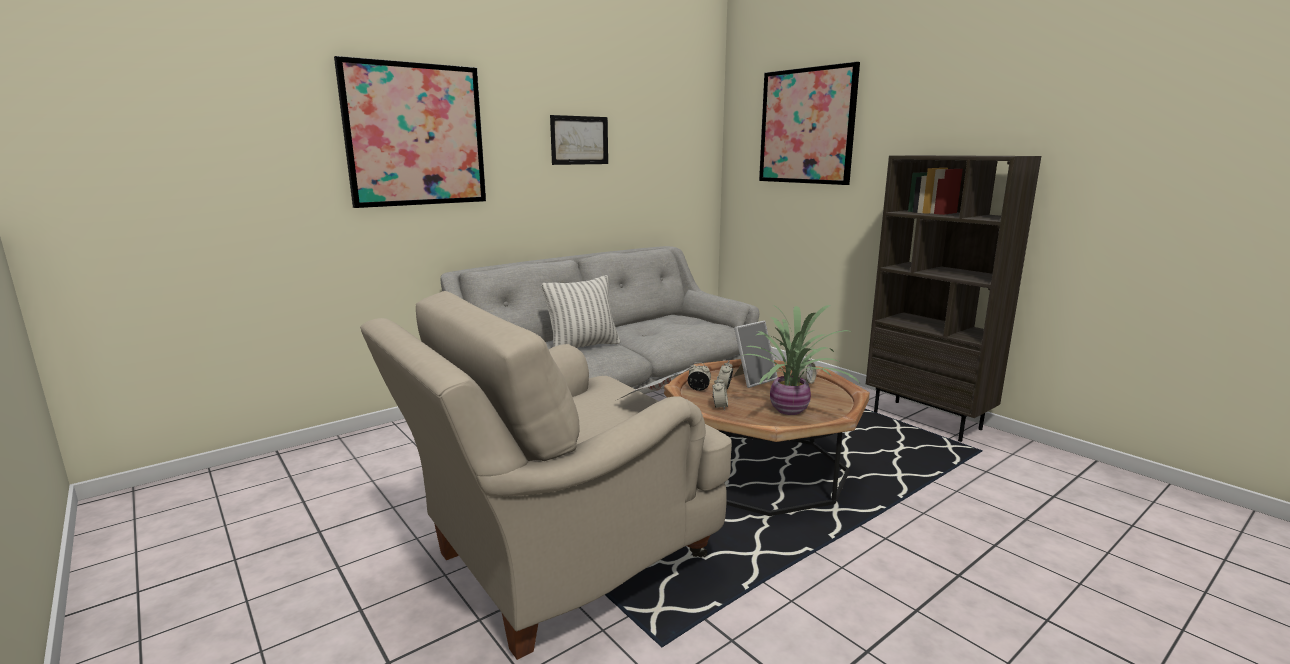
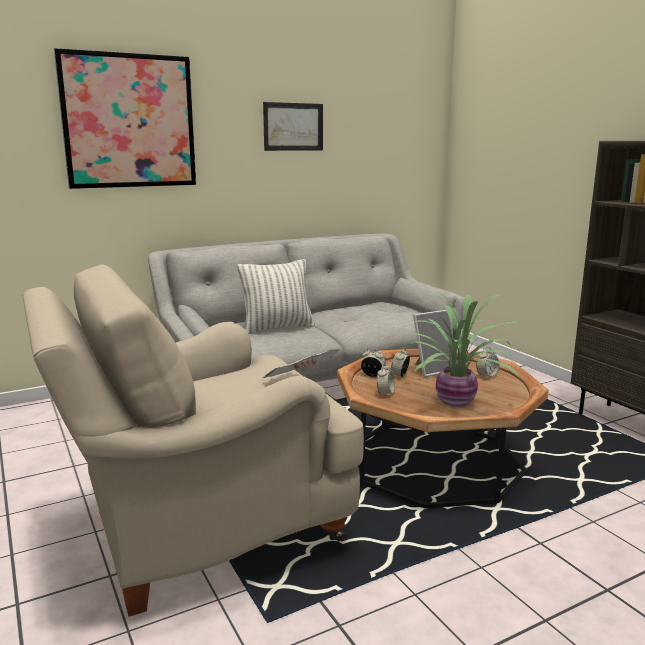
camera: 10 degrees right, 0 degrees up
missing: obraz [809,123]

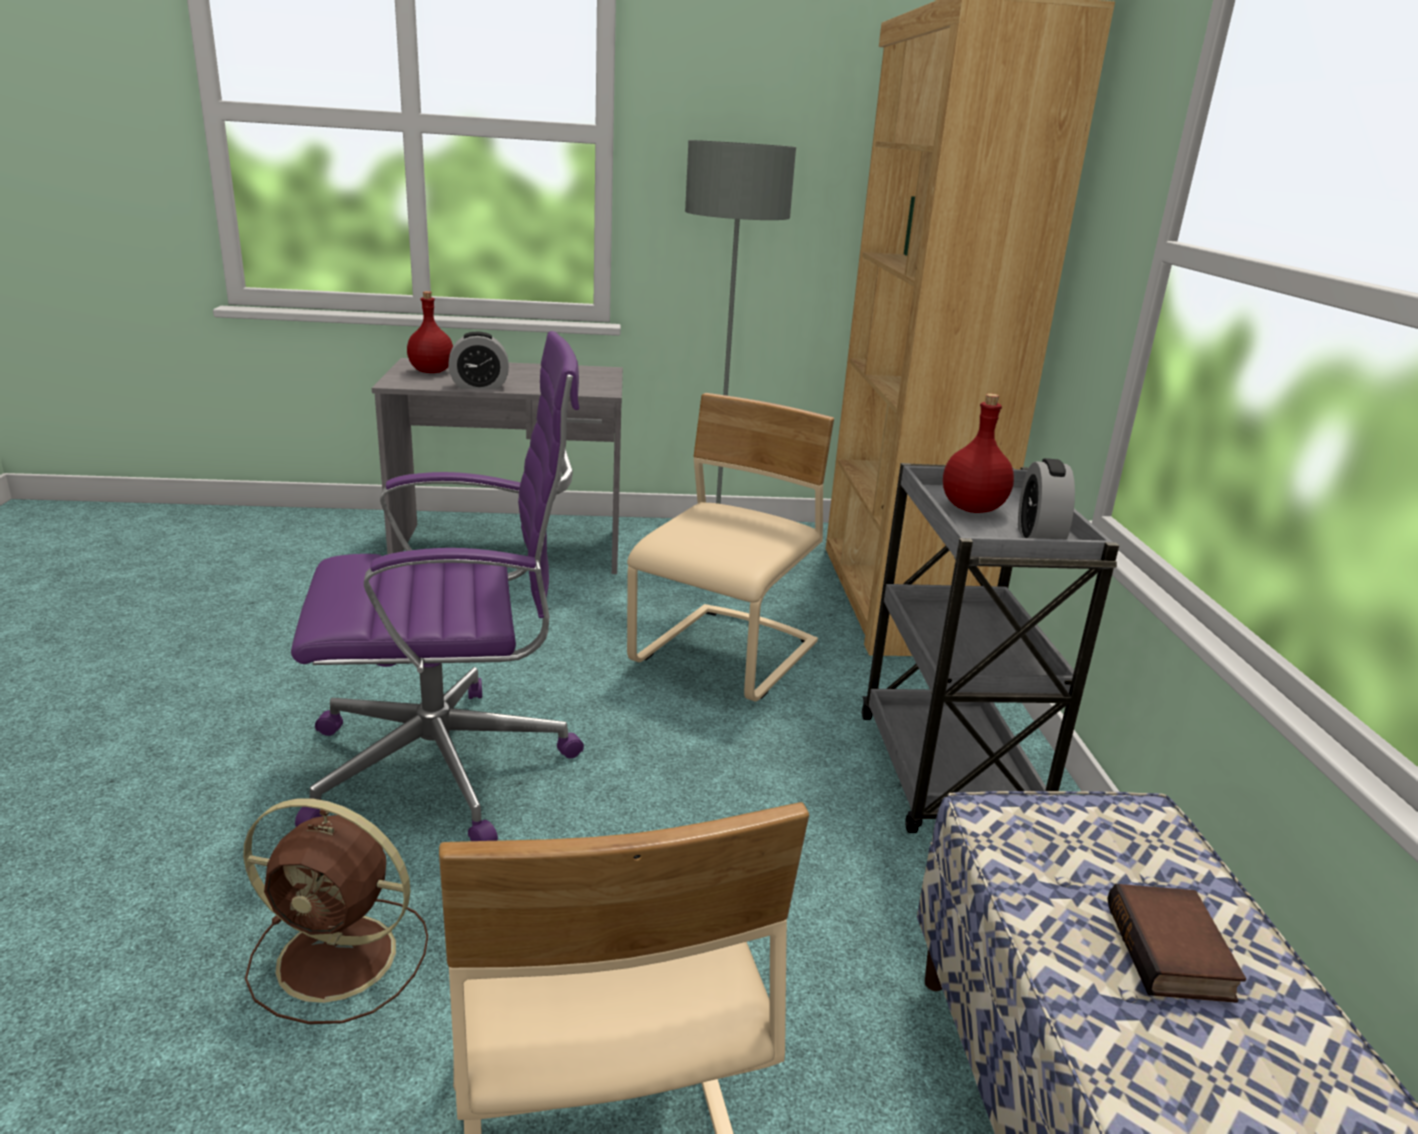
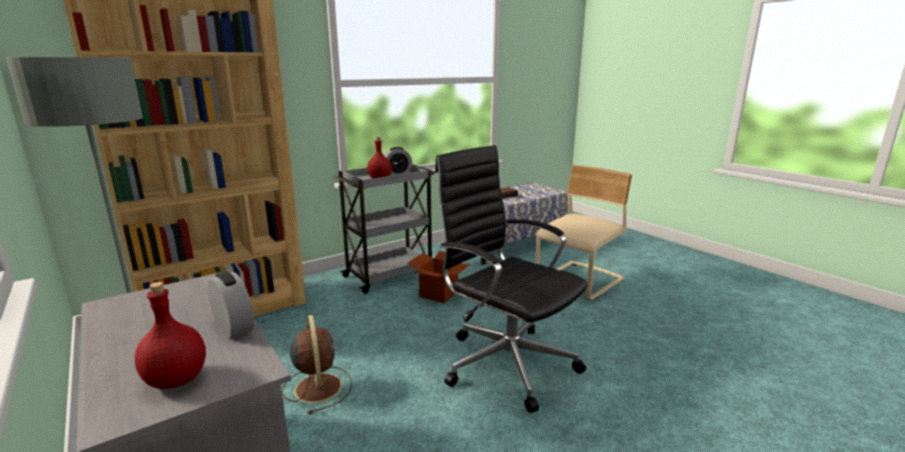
camera: 120 degrees left, 5 degrees down
missing: krzesło/beżowy [730,547]
appeared: karton [438,277]
relocated: wentylator/brązowy [335,911] to [317,364]
colour: krzesło biurowe/fioletowy [437,586] to krzesło biurowe/czarny [511,279]

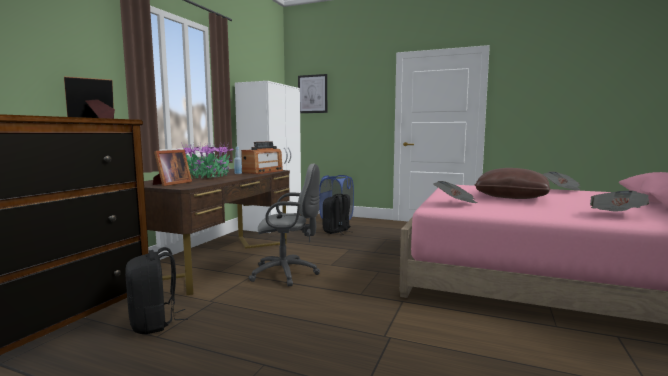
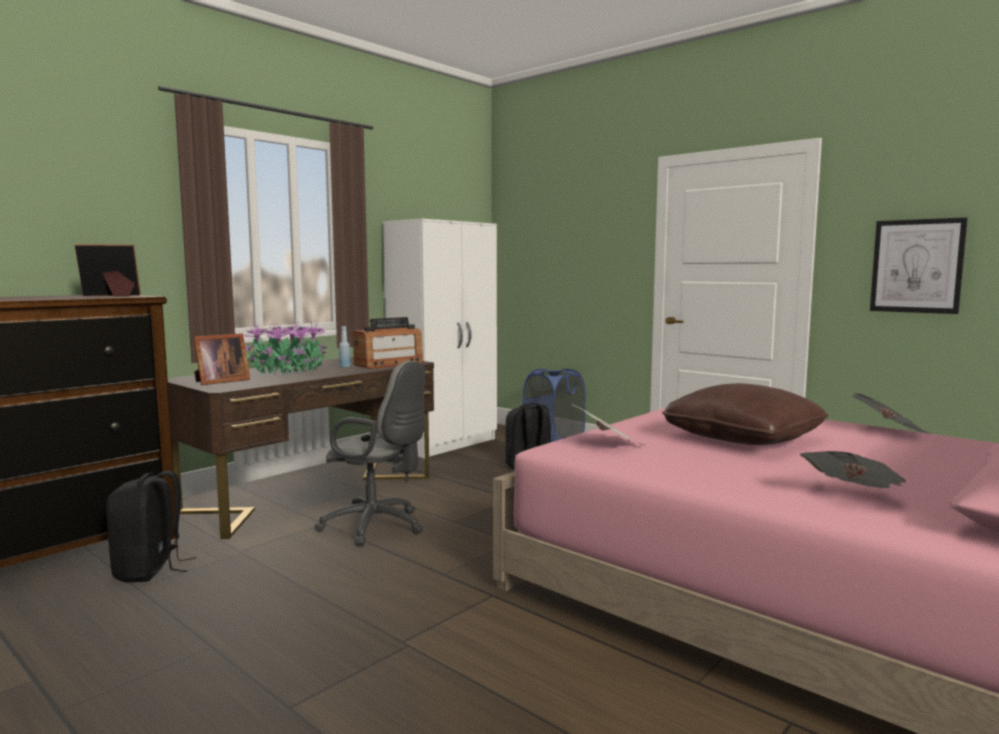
camera: 20 degrees right, 0 degrees up
relocated: obraz [312,93] to [919,265]

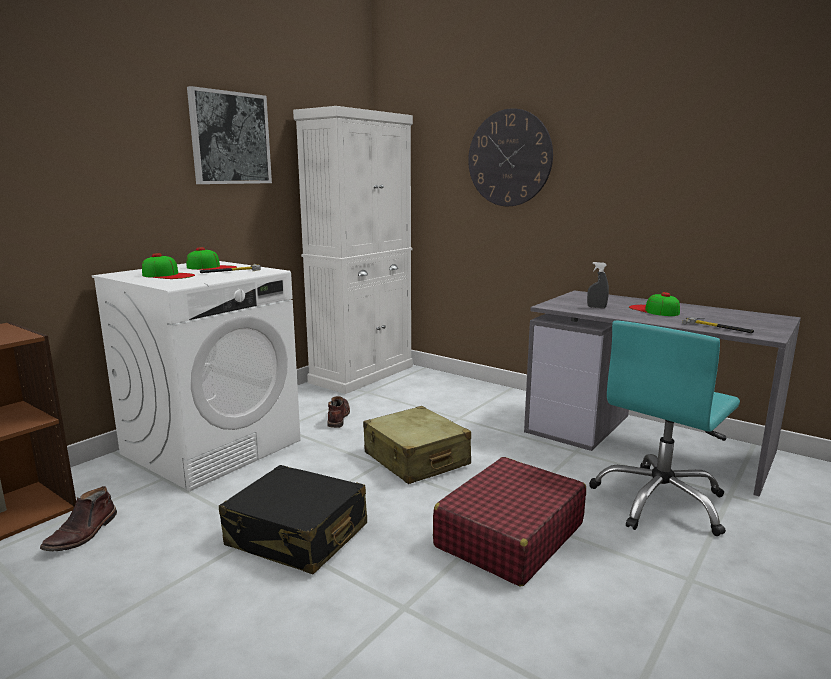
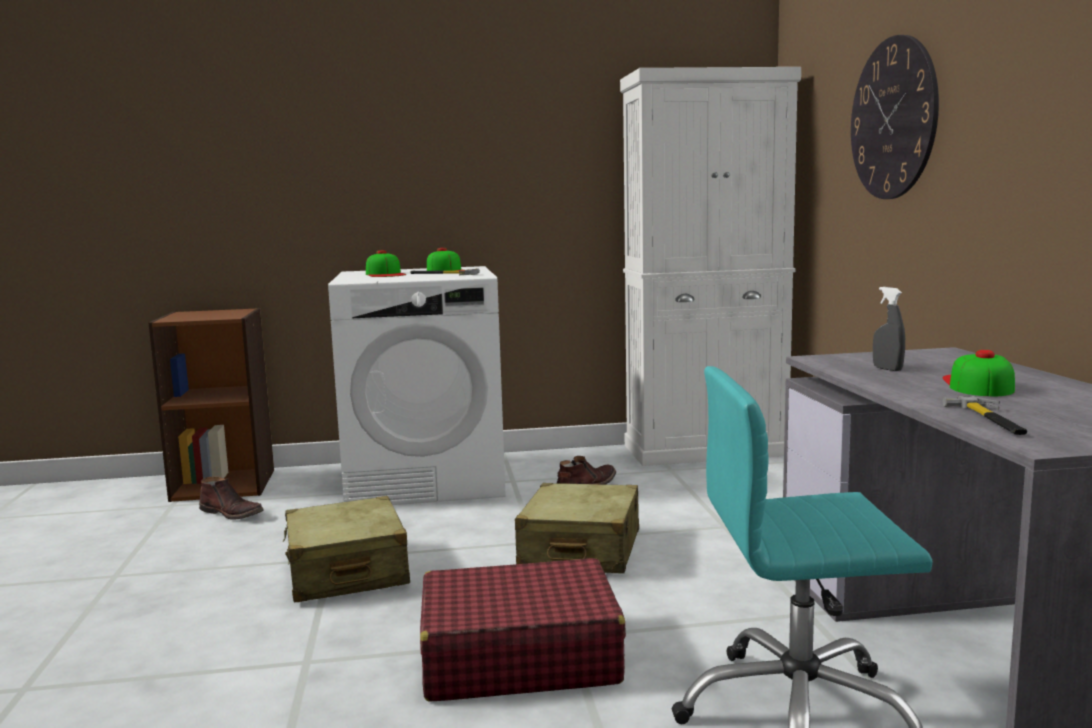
camera: 45 degrees right, 5 degrees down
missing: obraz [229,135]
colour: walizka/czarny [293,519] to walizka/beżowy [346,549]
spun: but z cholewką/brązowy [78,518] = [231,498] 120 degrees counterclockwise

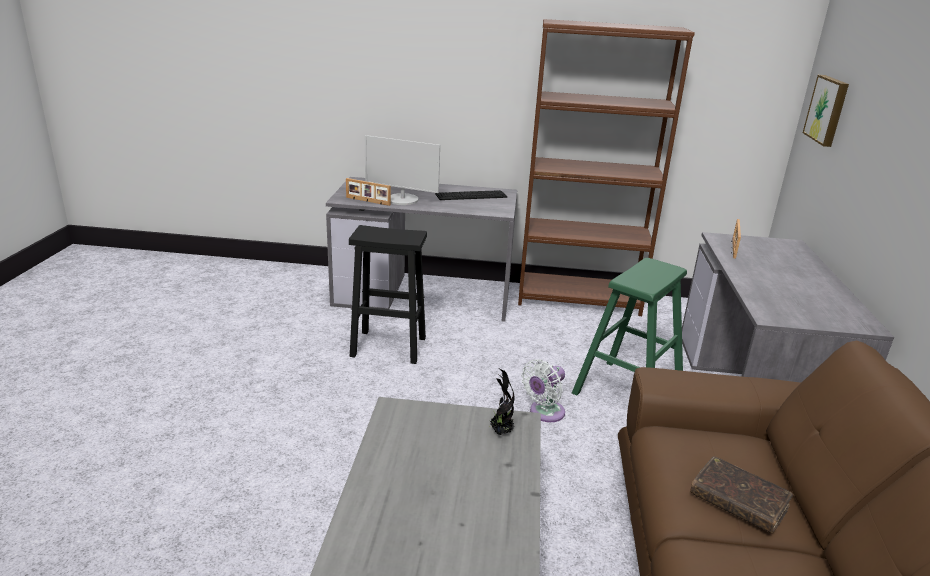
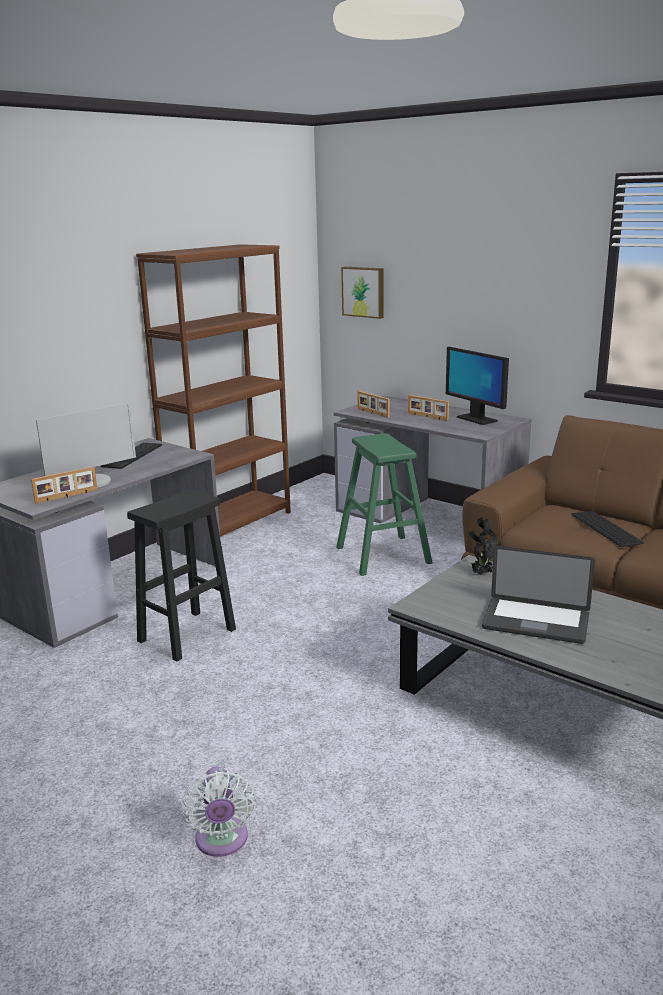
camera: 55 degrees left, 5 degrees down
appeared: ramka na zdjęcie [428,408]; monitor [477,386]; laptop [538,595]
relocated: wentylator/biały [543,390] to [218,812]
exchanged: książka/brązowy [741,494] to klawiatura [607,529]

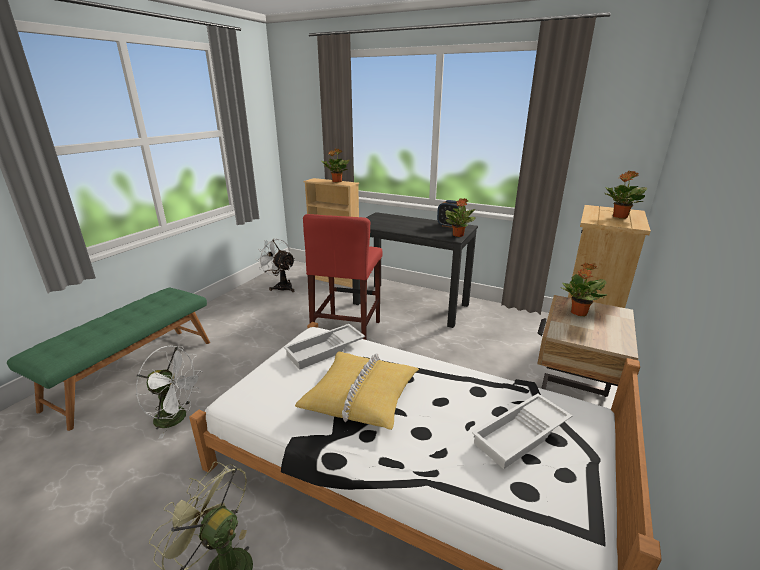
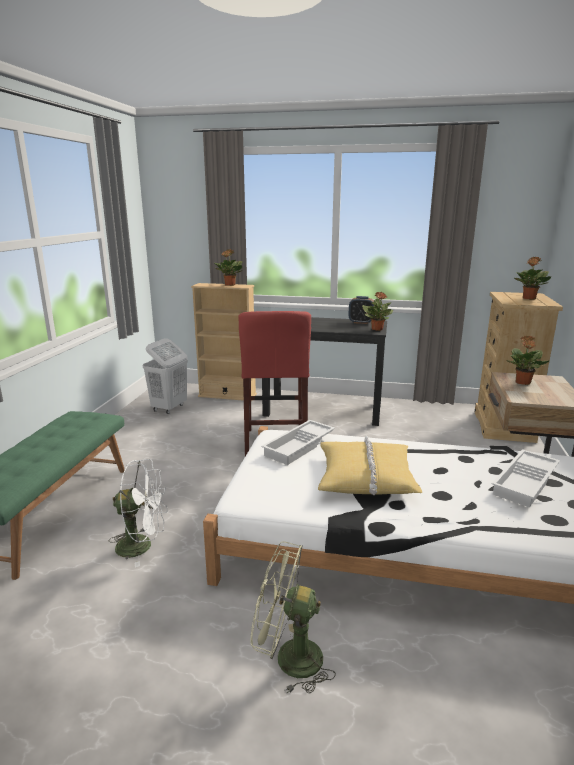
camera: 15 degrees left, 5 degrees down
exchanged: wentylator/biały [275,265] to kosz na pranie/biały [165,376]

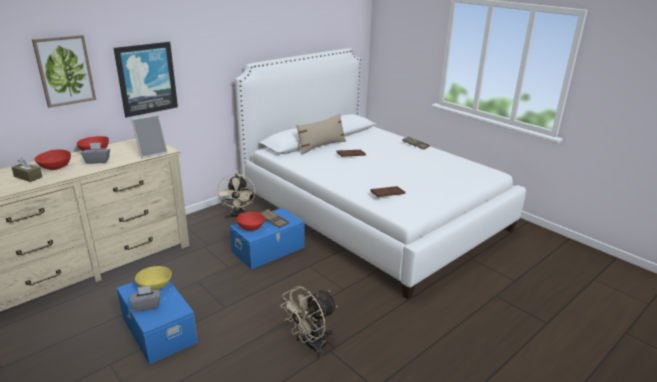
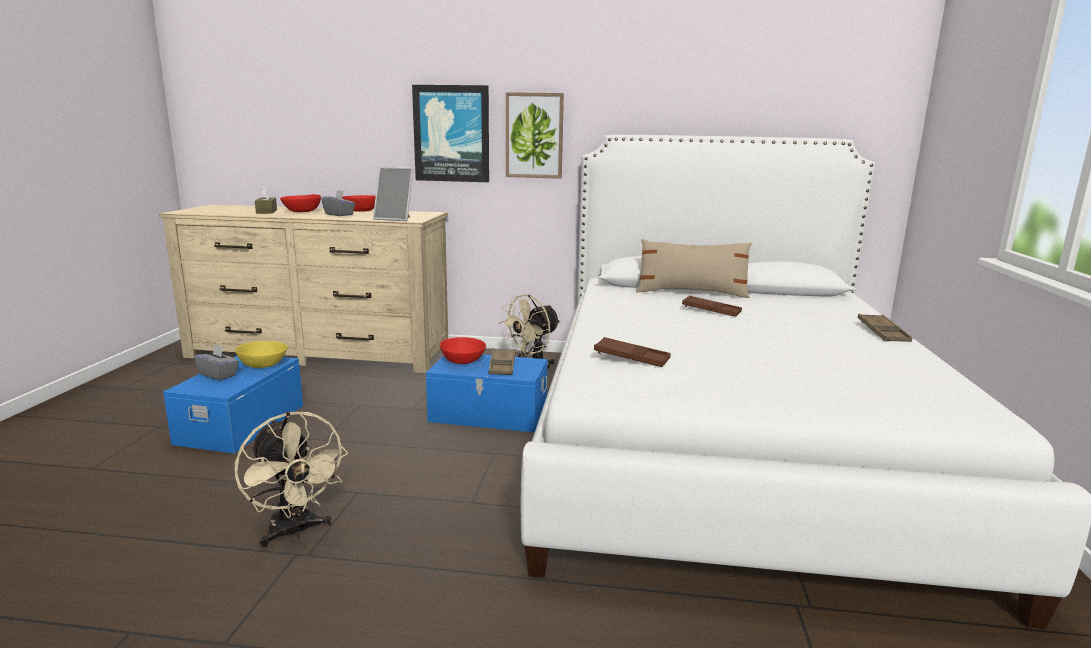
camera: 50 degrees right, 10 degrees down
relocated: obraz [64,71] to [535,135]
spun: wentylator/beżowy [309,322] = [291,479] 135 degrees counterclockwise

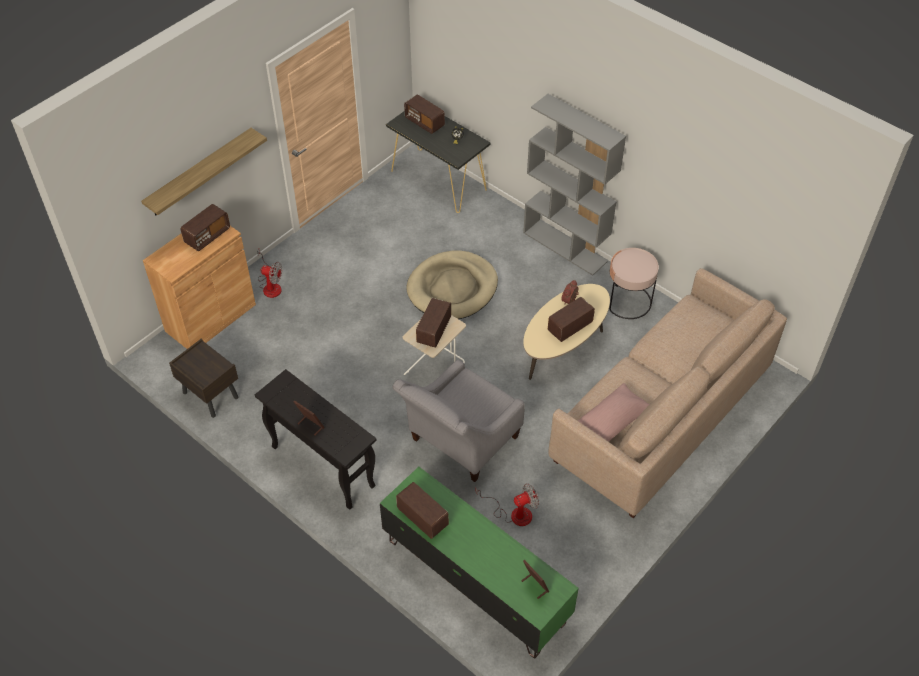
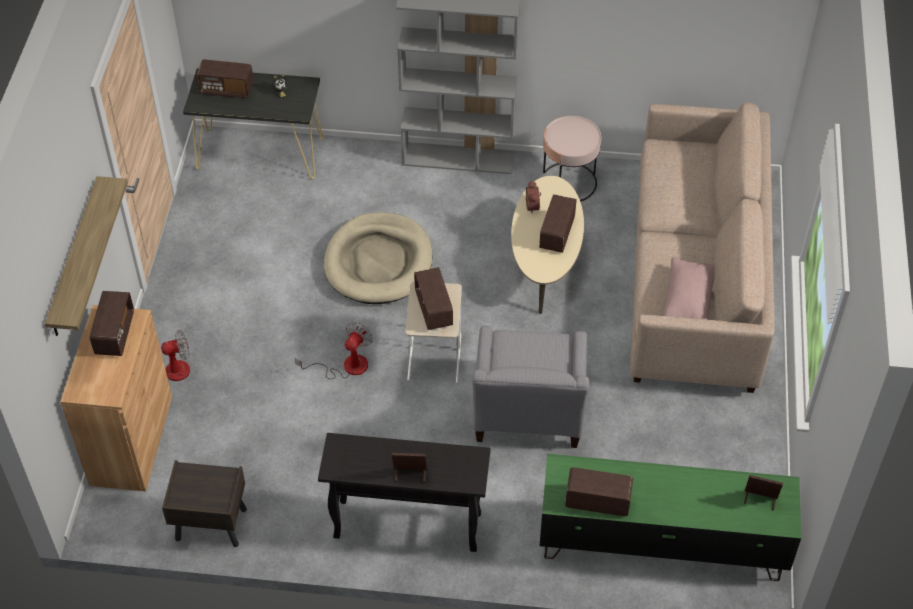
camera: 35 degrees left, 0 degrees up
relocated: wentylator [507,504] to [334,350]

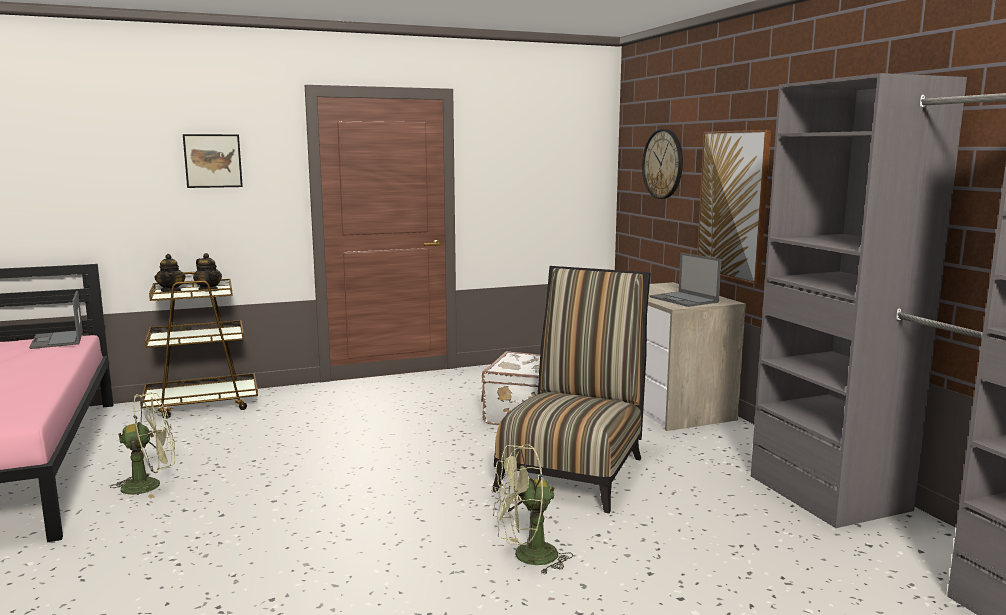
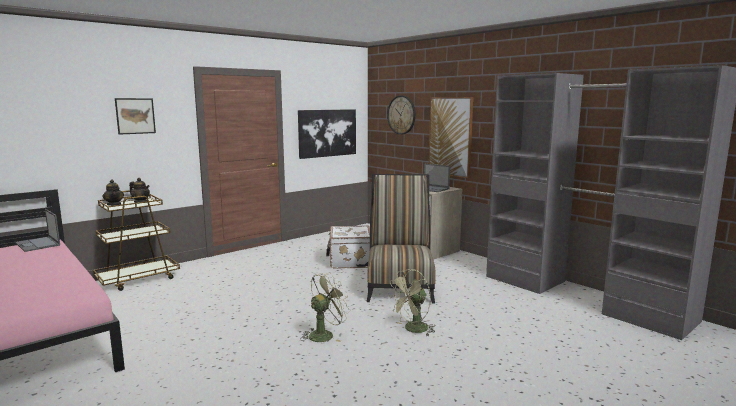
camera: 20 degrees left, 0 degrees up
appeared: obraz [327,134]
relocated: wentylator/zielony [142,446] to [326,307]

